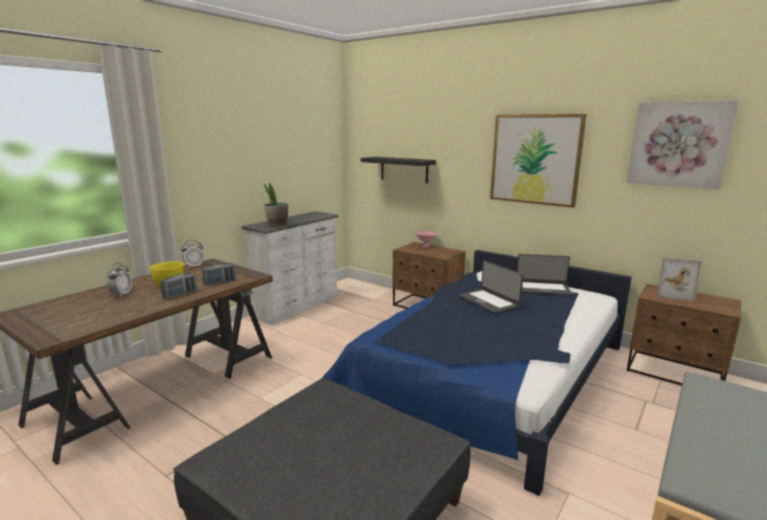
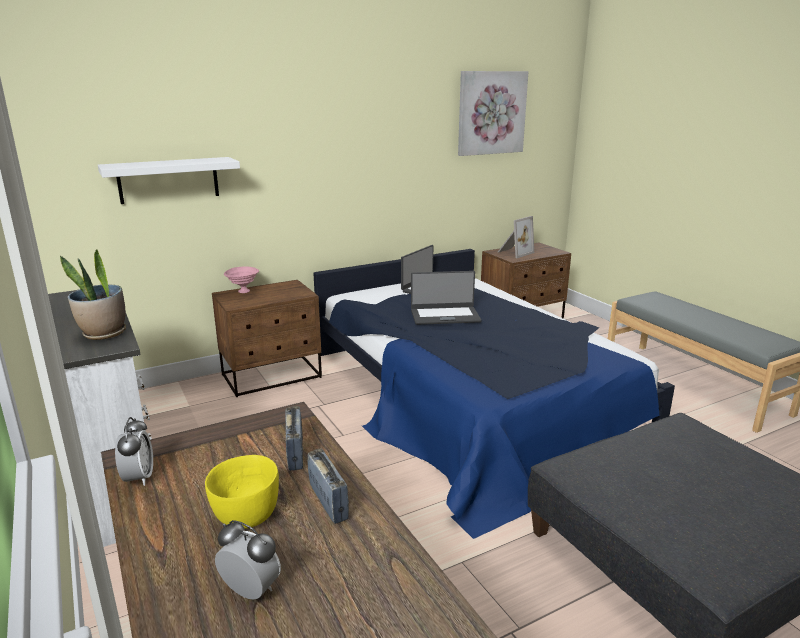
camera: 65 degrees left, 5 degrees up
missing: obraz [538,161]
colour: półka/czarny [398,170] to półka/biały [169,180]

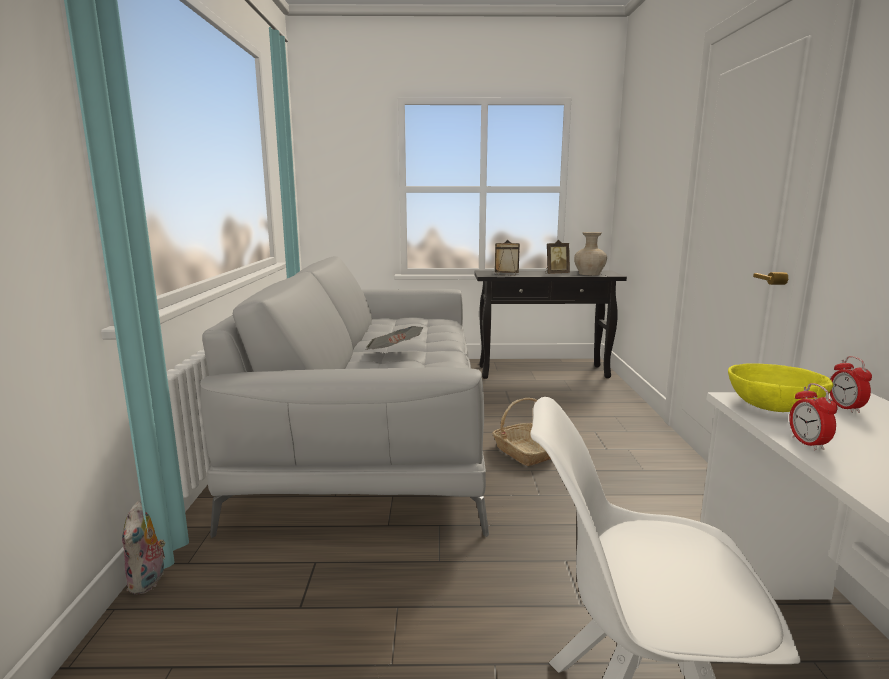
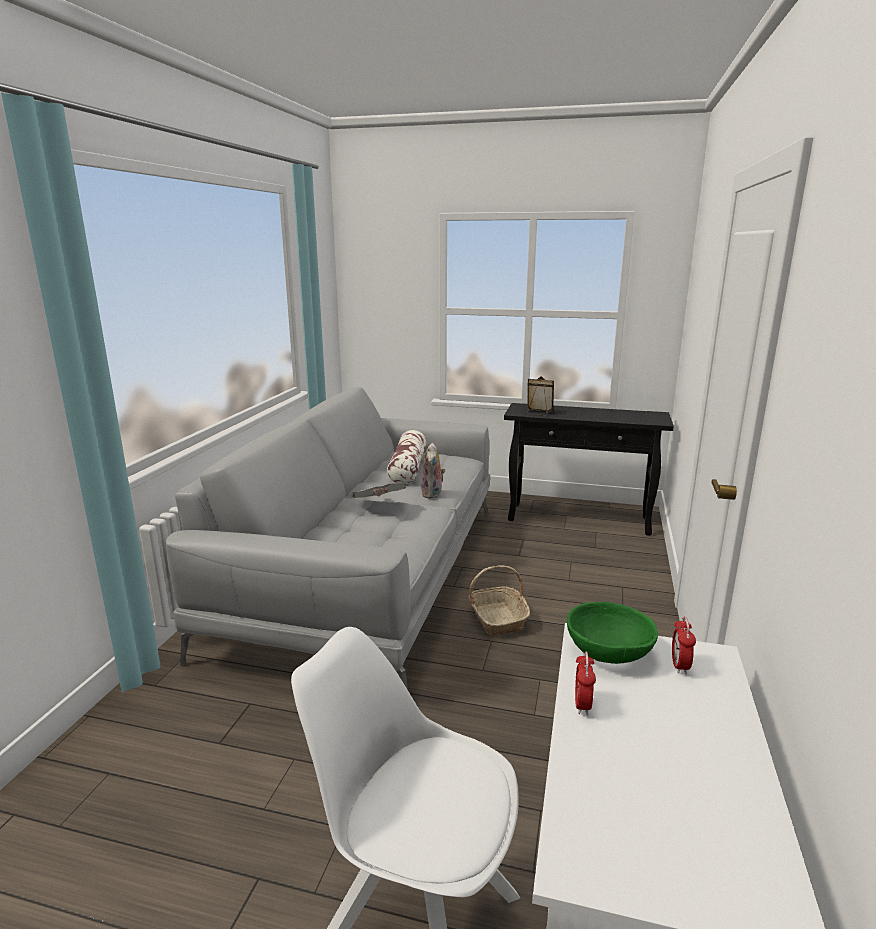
camera: 15 degrees right, 5 degrees up
missing: ramka na zdjęcie [557,257]; wazon/beżowy [590,253]
appeared: poduszka [406,457]
relocated: pluszak [144,547] to [433,471]
colour: miska/żółty [780,387] to miska/zielony [612,633]

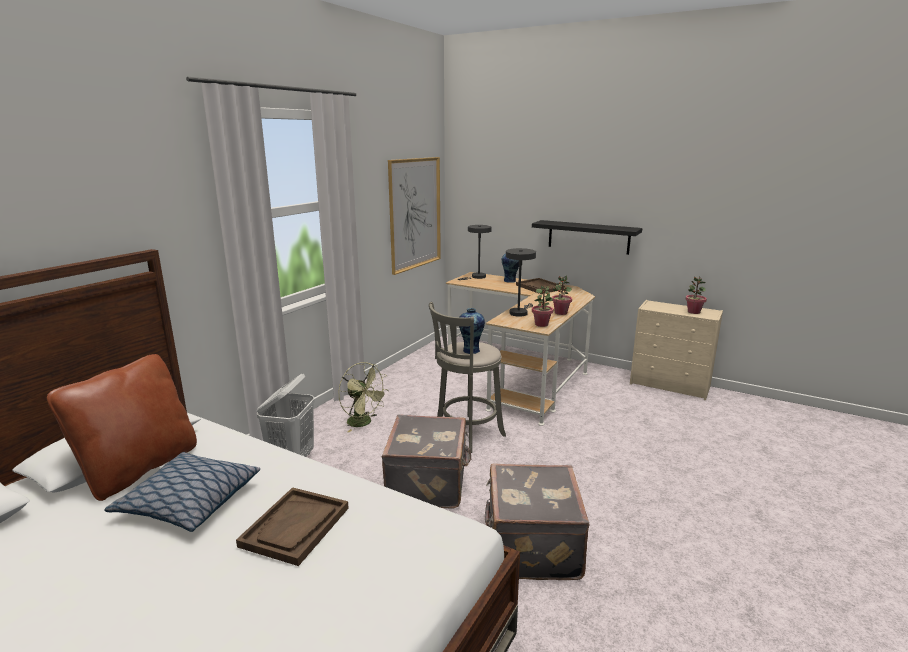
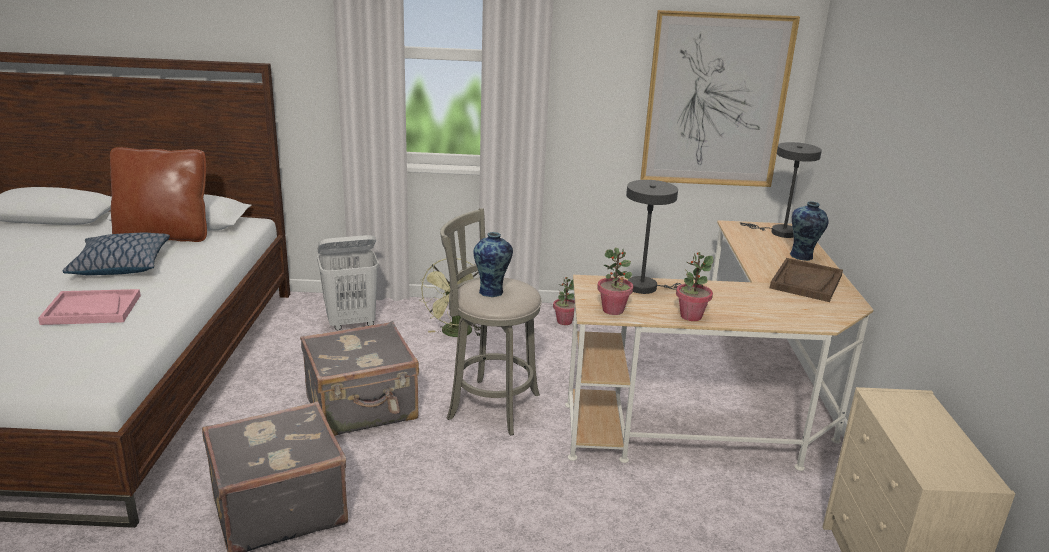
camera: 60 degrees right, 5 degrees up
missing: półka/czarny [587,237]
relocated: roślina doniczkowa [696,295] to [564,301]
colour: taca/brązowy [292,526] to taca/różowy [89,307]

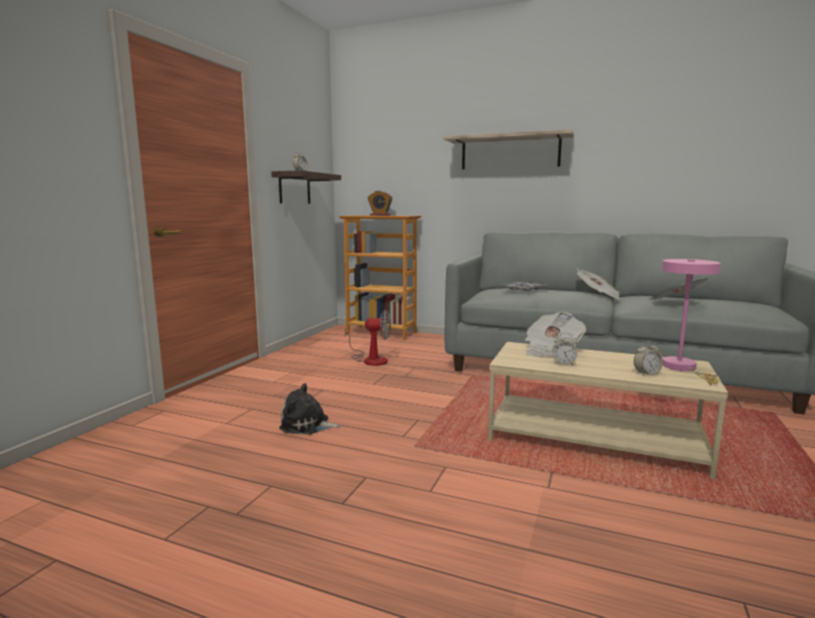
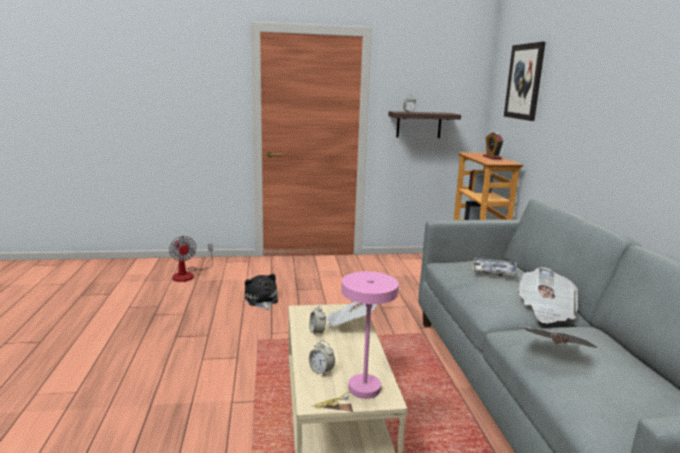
camera: 60 degrees right, 5 degrees up
missing: półka [509,149]
appeared: obraz [525,81]
relocated: wentylator [368,338] to [191,259]

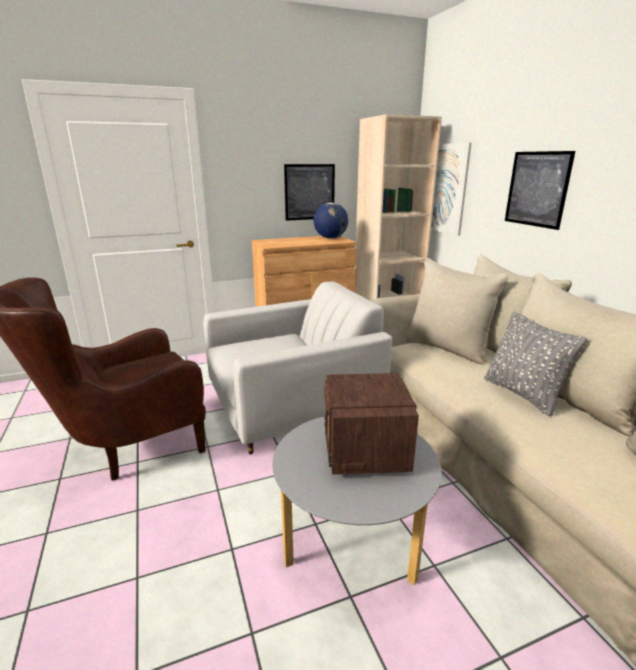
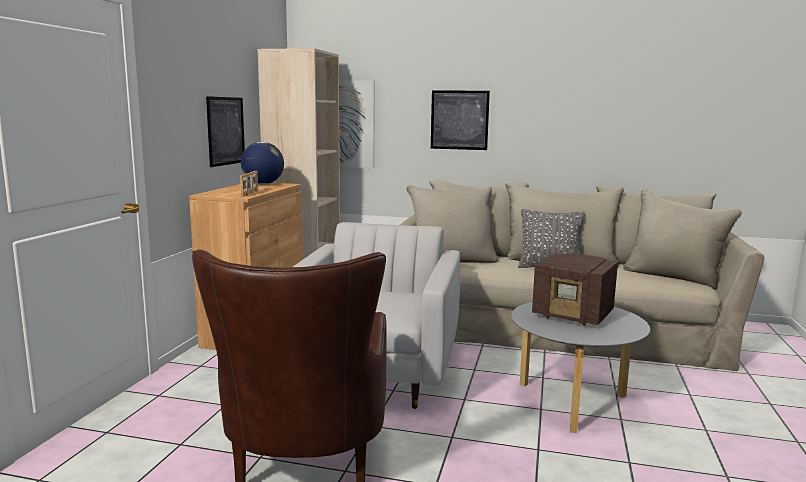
camera: 55 degrees left, 10 degrees down
appeared: ramka na zdjęcie [249,184]

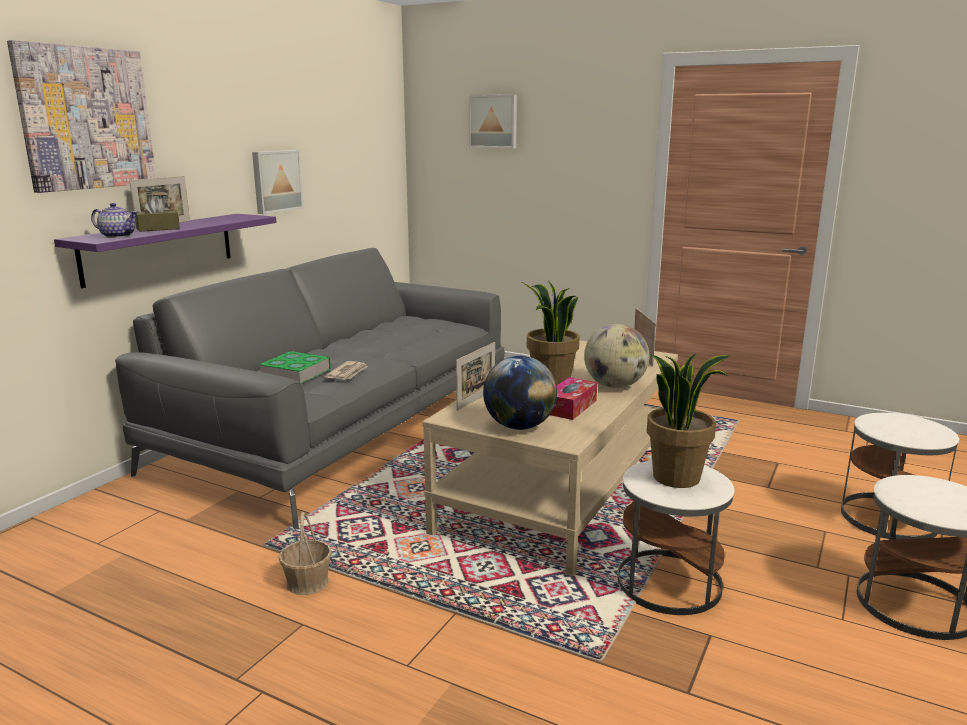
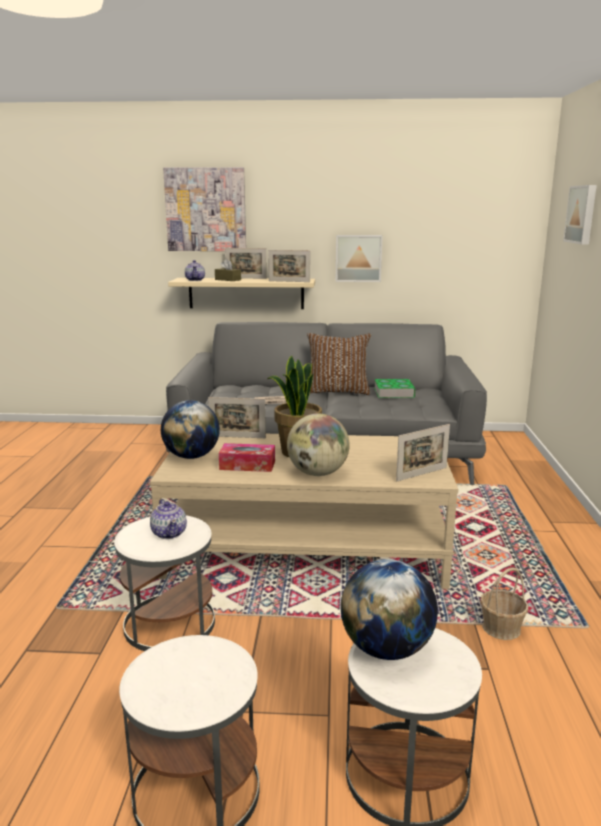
camera: 65 degrees right, 0 degrees up
appeared: ramka na zdjęcie [289,266]; poduszka/brązowy [339,364]; globus [389,609]
relocated: książka [295,367] to [395,388]; koszyk [305,553] to [504,604]
exchanged: roślina doniczkowa [689,420] to imbryk [168,519]
colour: półka/fioletowy [165,251] to półka/beżowy [241,293]

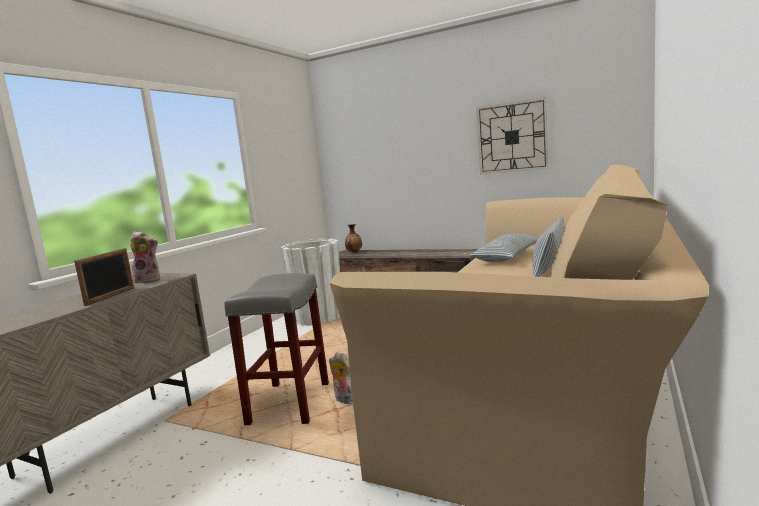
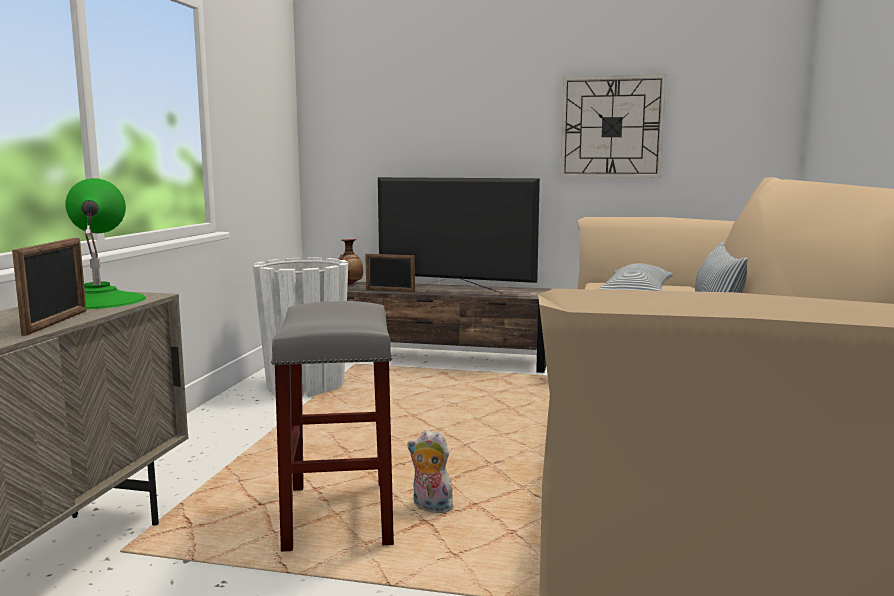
camera: 15 degrees left, 0 degrees up
appeared: ramka na zdjęcie [390,273]; telewizor [459,235]
exchanged: pluszak [145,257] to lampa stołowa/zielony [105,244]

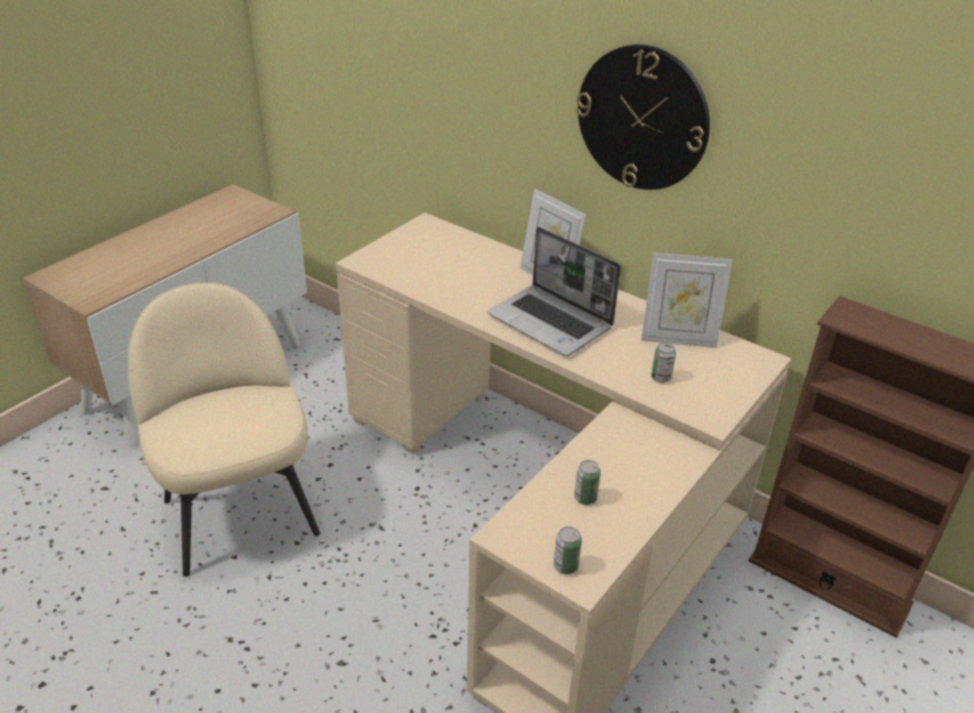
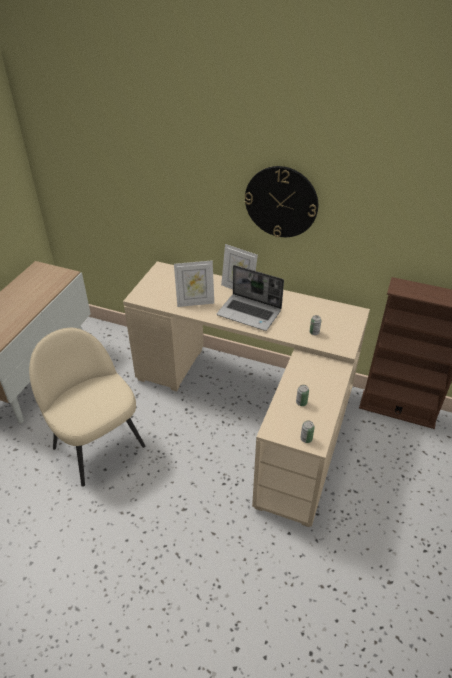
camera: 15 degrees left, 5 degrees up
relocated: ramka na zdjęcie [686,300] to [194,283]

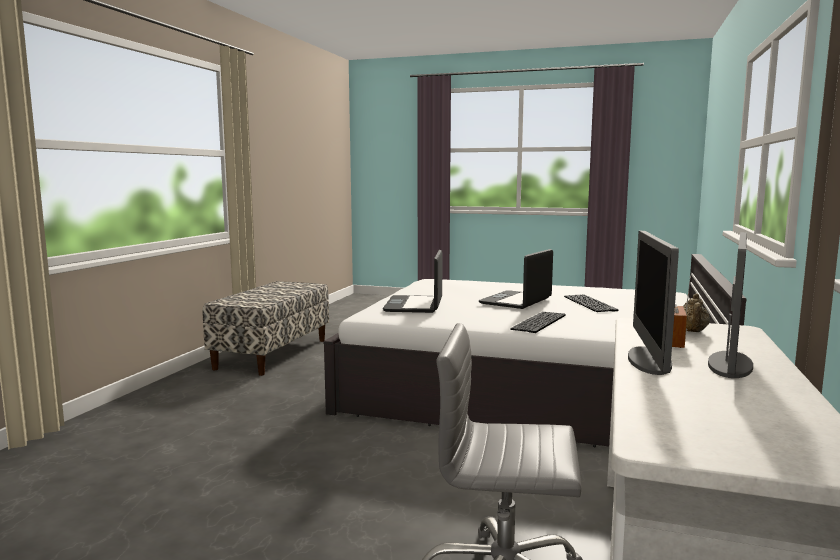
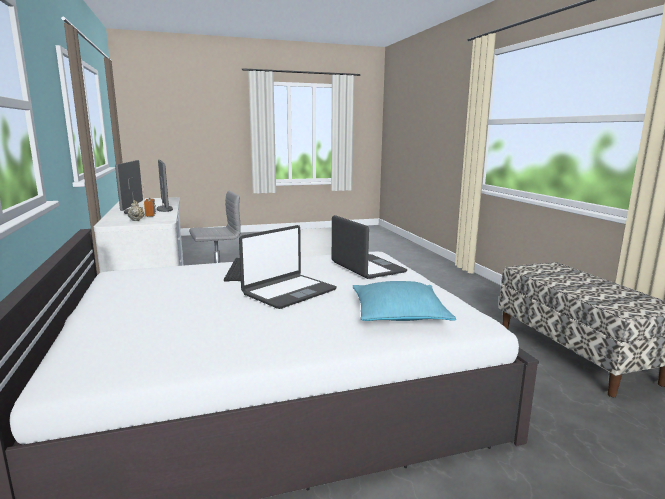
camera: 145 degrees right, 5 degrees up
missing: klawiatura [591,303]
appeared: poduszka/turkusowy [404,301]
spun: laptop [516,279] = [288,267] 45 degrees clockwise

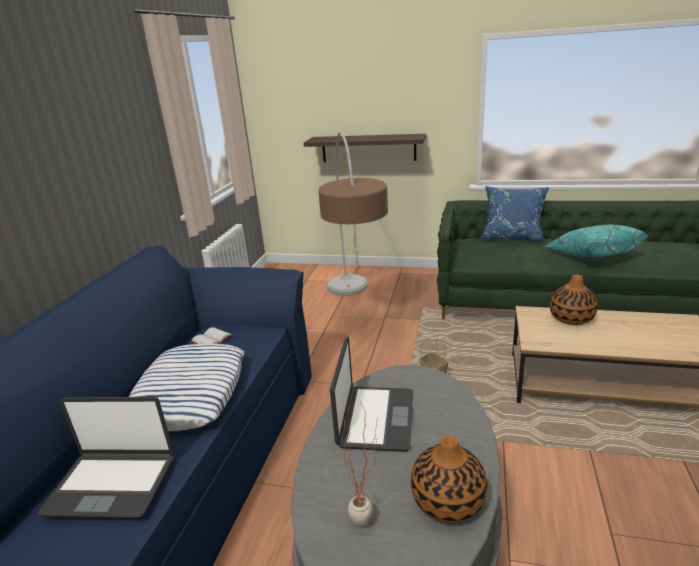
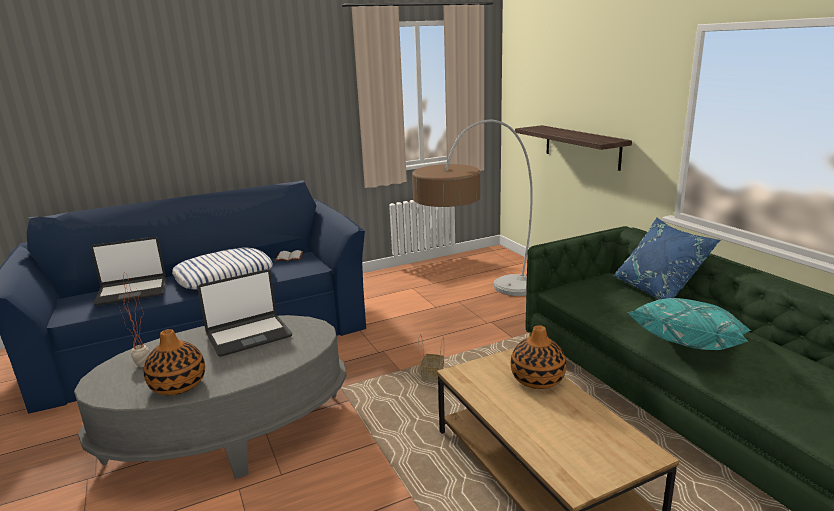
camera: 50 degrees right, 5 degrees down
spun: laptop [106,458] = [128,271] 75 degrees counterclockwise

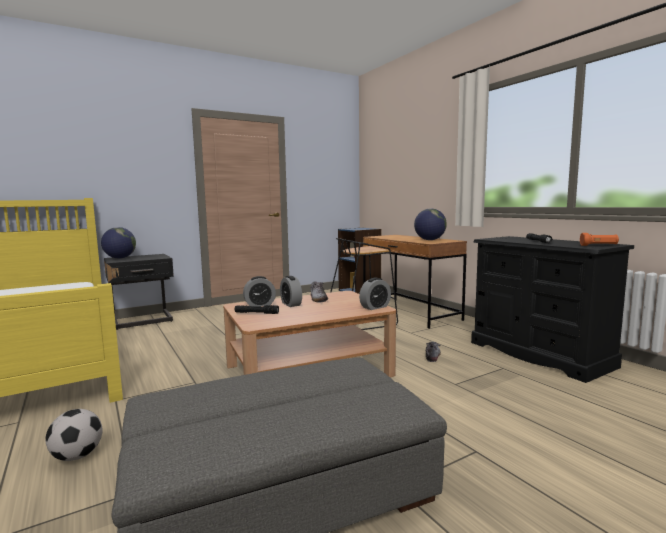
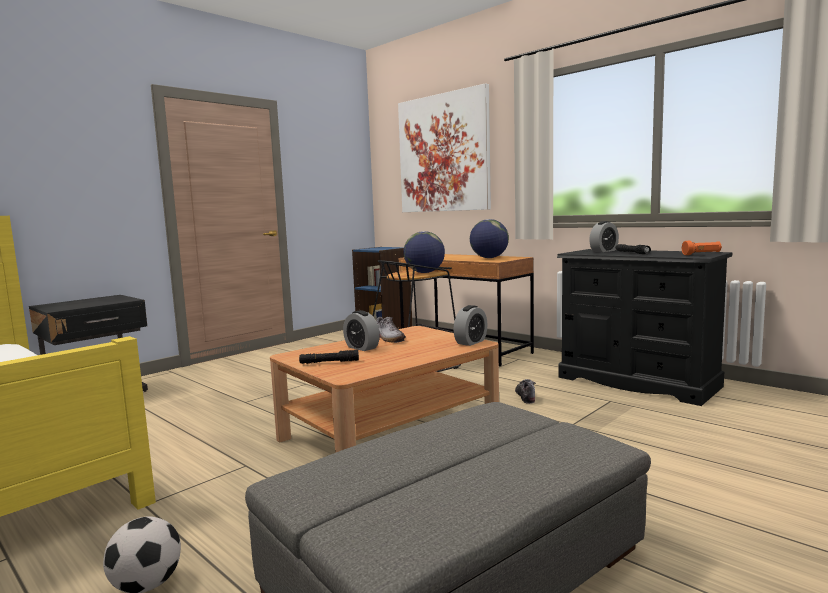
camera: 15 degrees left, 0 degrees up
appeared: obraz [444,147]
relocated: globus [118,242] to [424,252]; budzik [259,291] to [604,236]

